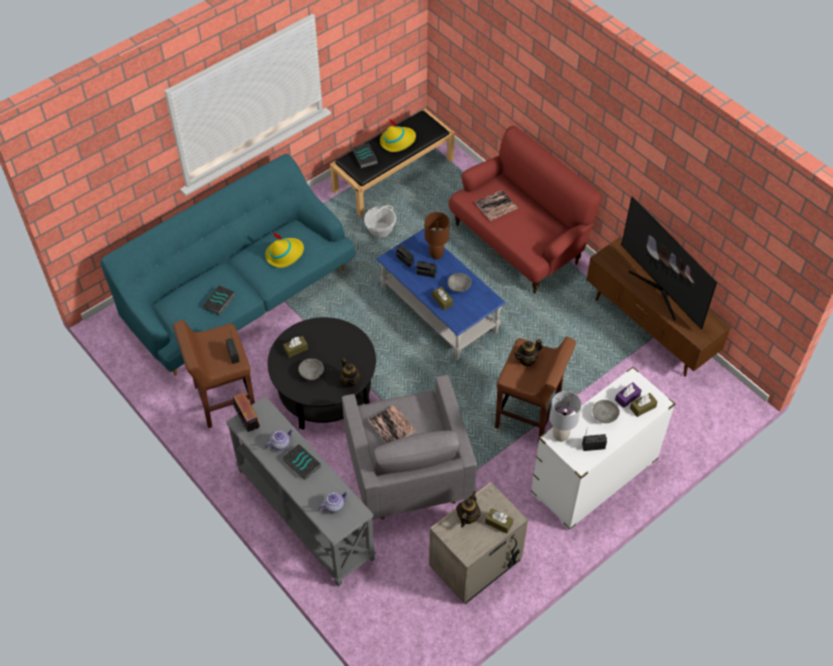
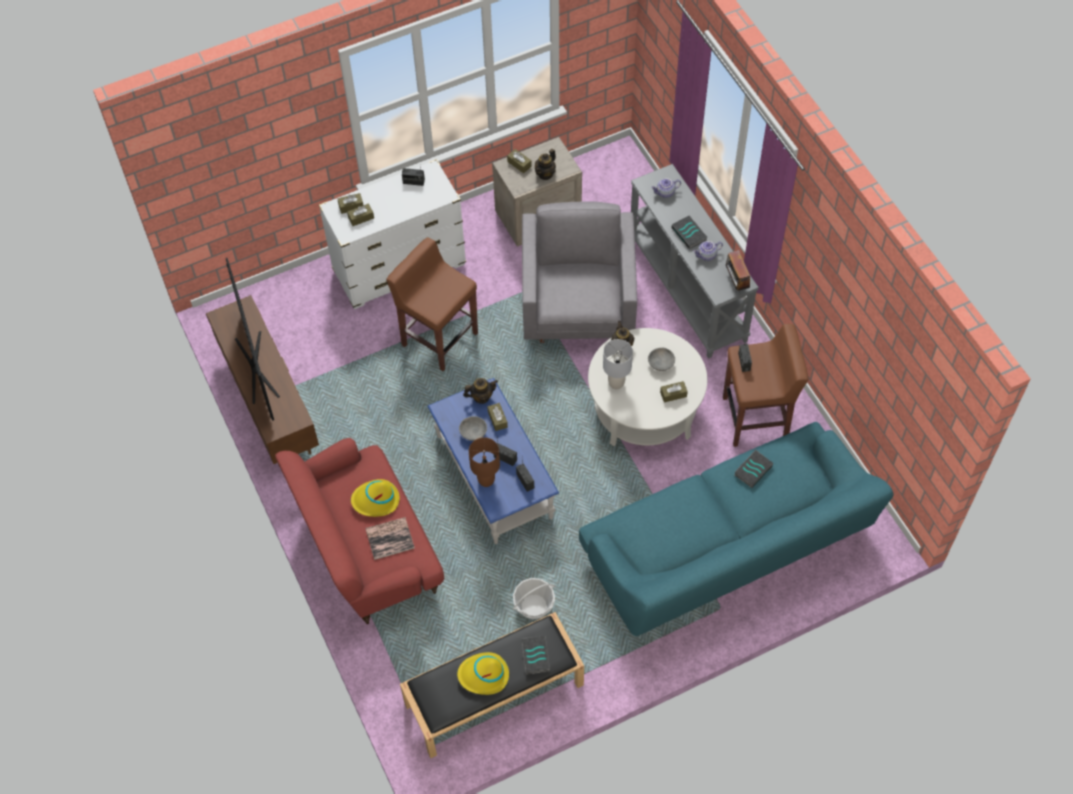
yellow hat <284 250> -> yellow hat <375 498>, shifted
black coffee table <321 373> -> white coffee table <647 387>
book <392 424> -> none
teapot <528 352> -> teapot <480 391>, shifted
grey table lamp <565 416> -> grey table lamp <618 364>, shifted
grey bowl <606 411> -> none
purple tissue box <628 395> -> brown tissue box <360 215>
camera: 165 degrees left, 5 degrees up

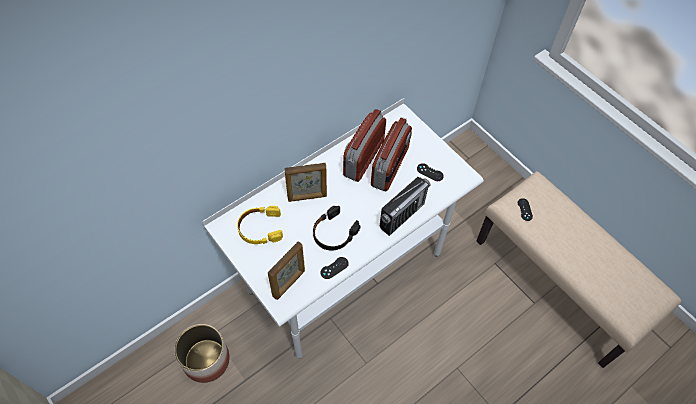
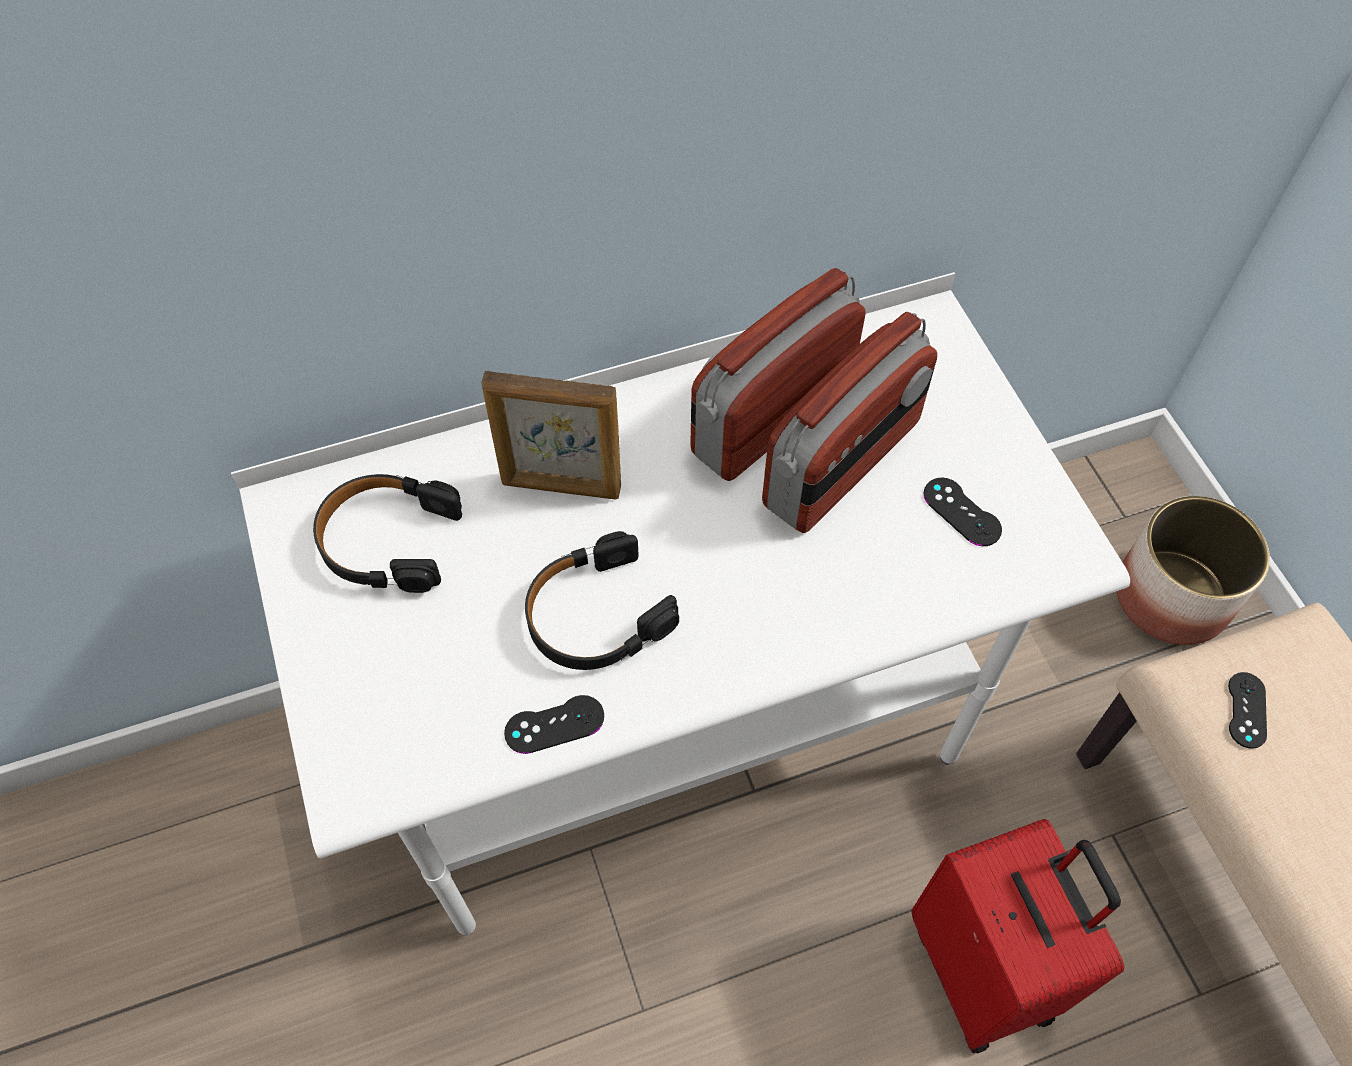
planter <202 353> -> planter <1193 570>, shifted
yellow headphones <260 225> -> black headphones <387 533>
picture frame <286 270> -> none
radio <405 206> -> none
none -> red suitcase <1018 936>
camera: 20 degrees right, 0 degrees up

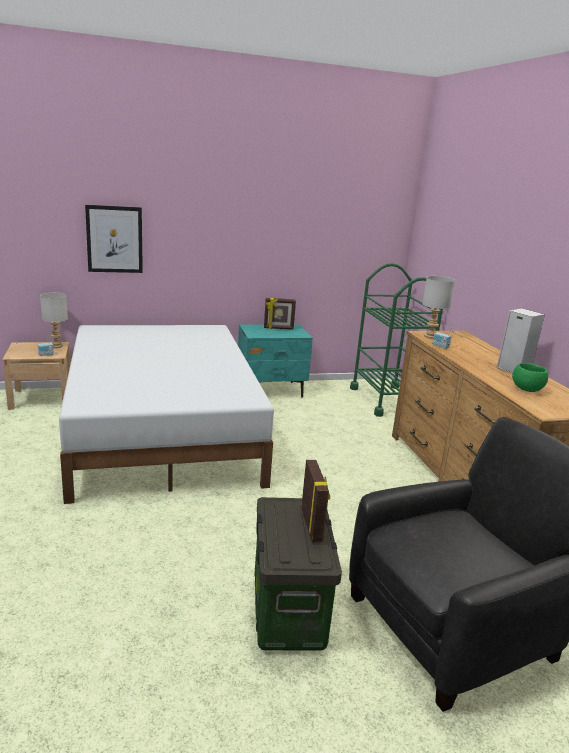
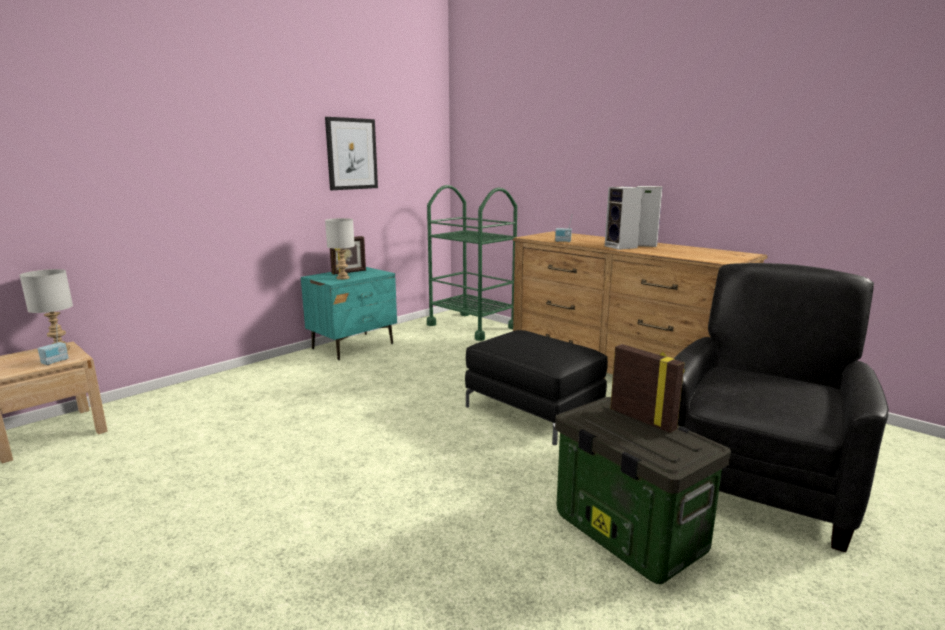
white bed <166 414> -> none
picture <114 239> -> picture <351 153>, shifted
grey table lamp <438 307> -> grey table lamp <340 249>, shifted
green bowl <530 377> -> none
none -> black ottoman <536 387>
none -> speaker <623 218>
camera: 30 degrees left, 5 degrees down

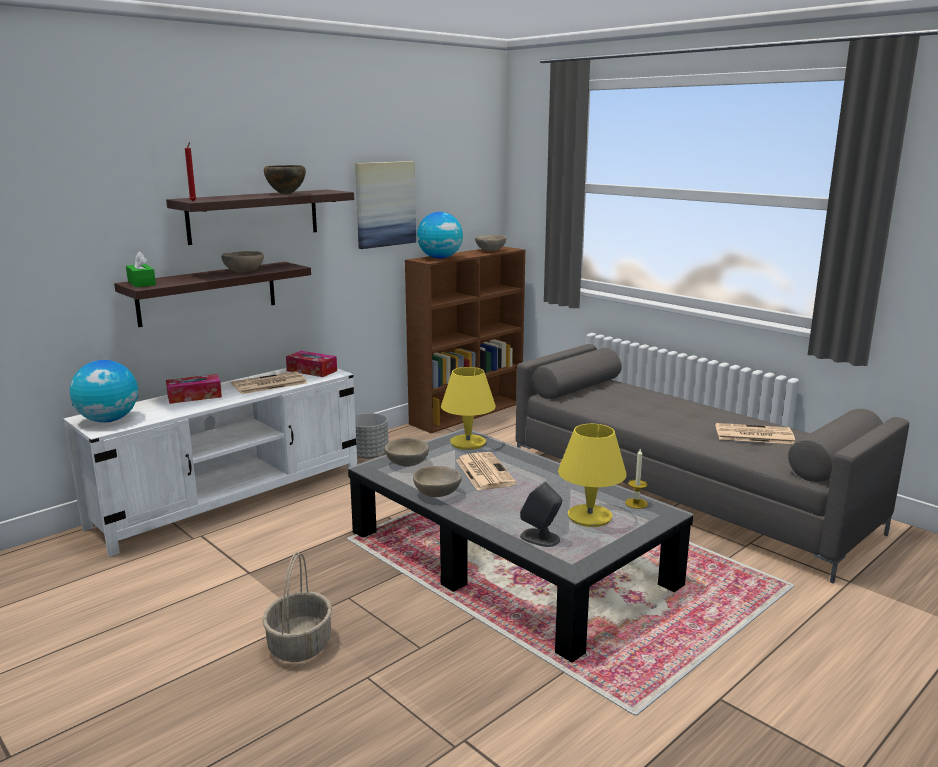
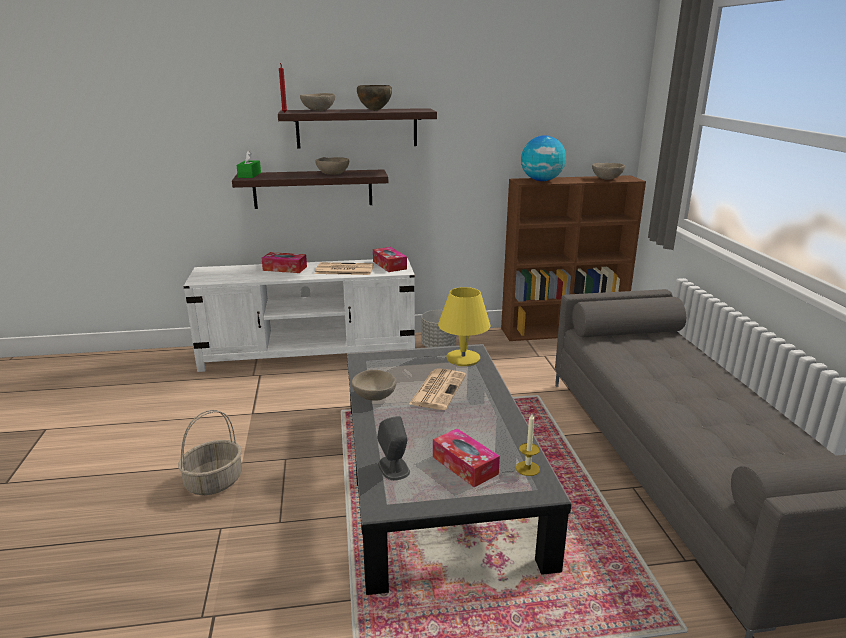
globe <104 391> -> none
picture <385 205> -> none
beige bowl <407 452> -> beige bowl <317 102>, shifted
yellow table lamp <592 475> -> tissue box <466 457>
newspaper <755 433> -> none
camera: 35 degrees right, 5 degrees up

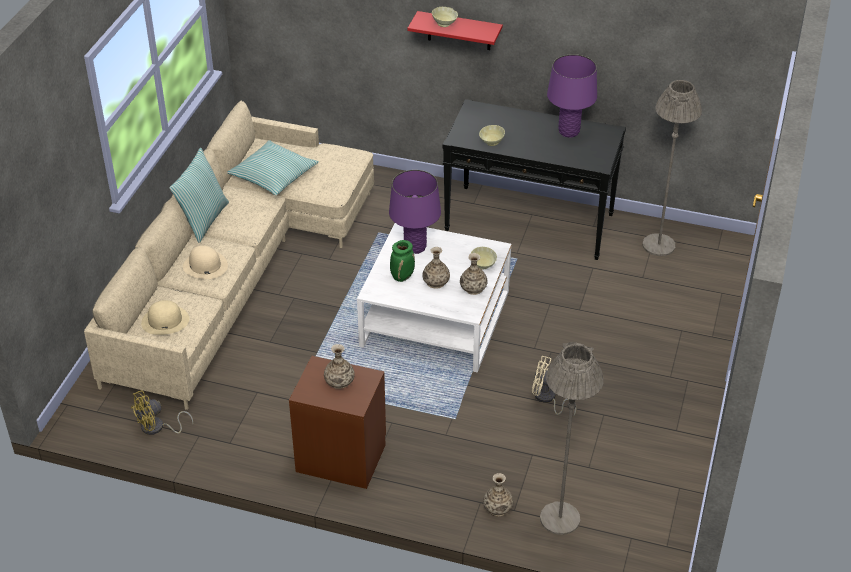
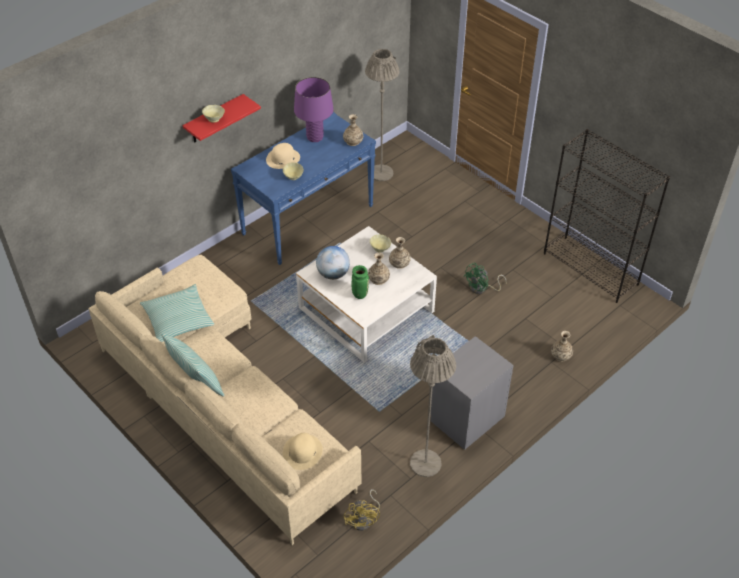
beige hat <205 262> -> beige hat <283 156>, shifted
brown nightstand <337 422> -> grey nightstand <472 393>
vase <339 366> -> vase <353 130>, shifted
purple table lamp <415 212> -> globe <333 263>
black console table <534 179> -> blue console table <303 188>
beige fan <554 386> -> green fan <484 278>
grey floor lamp <571 438> -> grey floor lamp <433 406>, shifted
none -> black bookcase <607 216>
camera: 60 degrees left, 5 degrees up

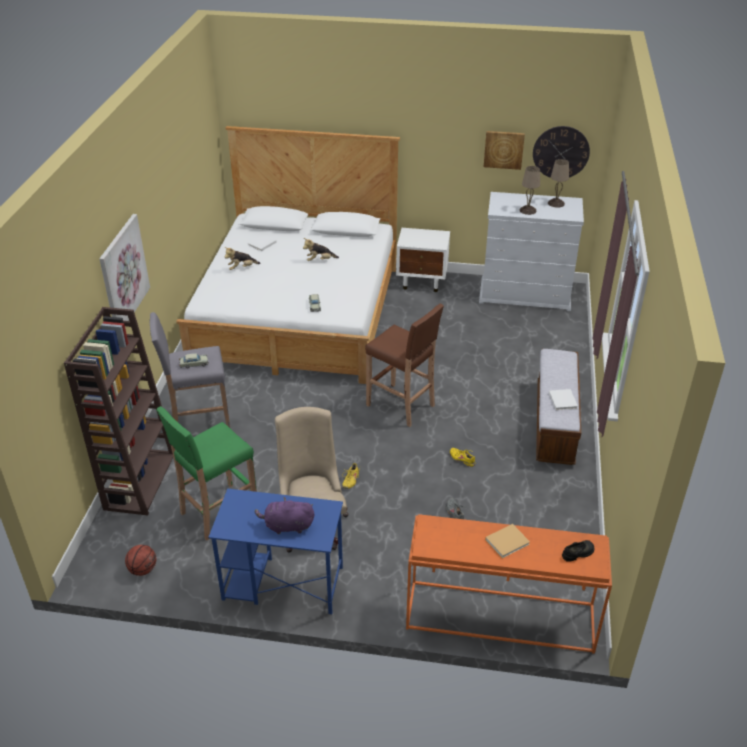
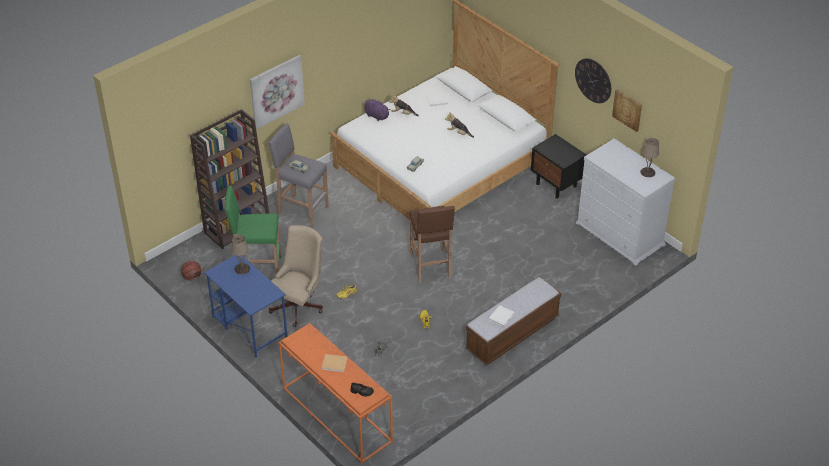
purple plush toy <284 515> -> purple plush toy <377 110>, shifted
white nightstand <423 260> -> black nightstand <558 166>
beige table lamp <530 190> -> beige table lamp <241 255>, shifted
wall clock <561 152> -> wall clock <593 80>, shifted
camera: 40 degrees right, 5 degrees up

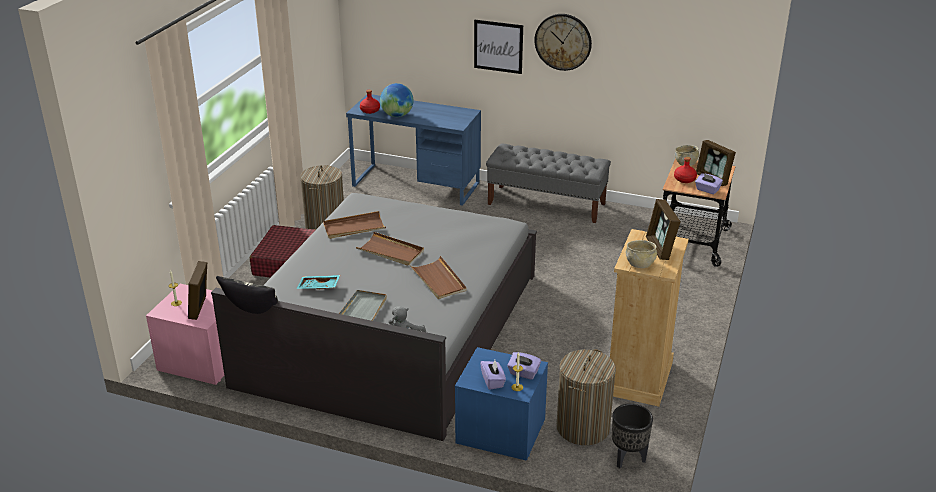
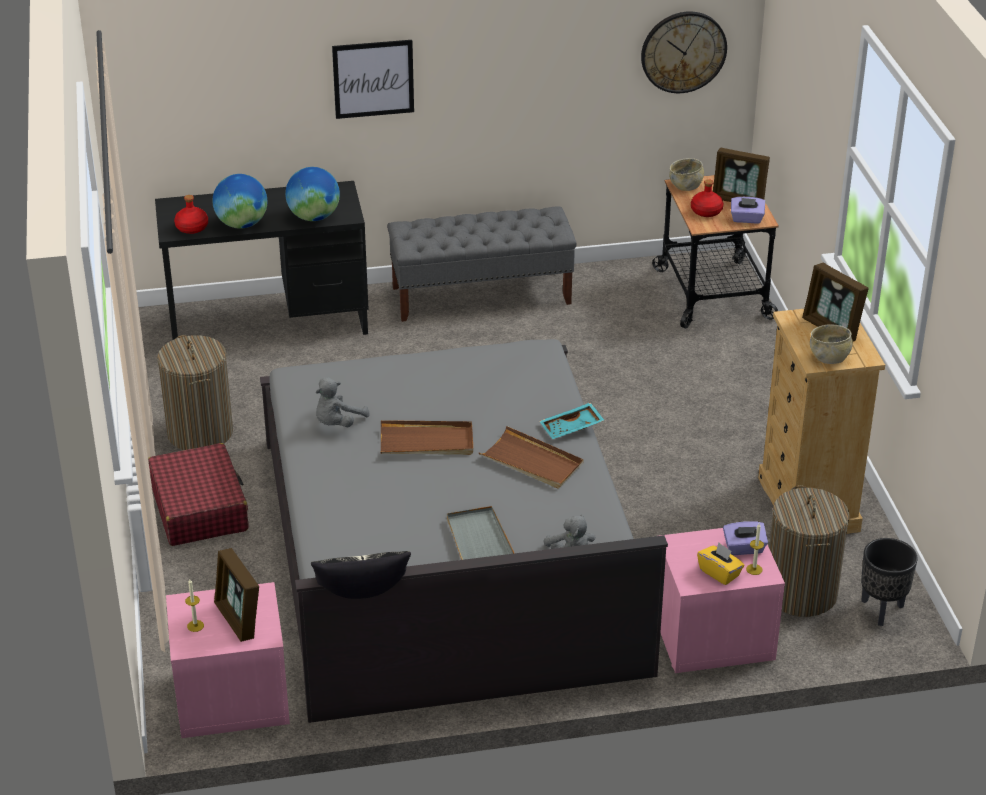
turquoise tray <318 282> -> turquoise tray <571 420>, shifted
brown tray <354 225> -> grey plush toy <342 402>
blue desk <413 150> -> black desk <262 260>
blue nightstand <501 404> -> pink nightstand <722 600>
purple tissue box <493 375> -> yellow tissue box <720 563>
wall clock <563 42> -> wall clock <684 52>, shifted
none -> globe <312 194>
camera: 30 degrees left, 5 degrees up

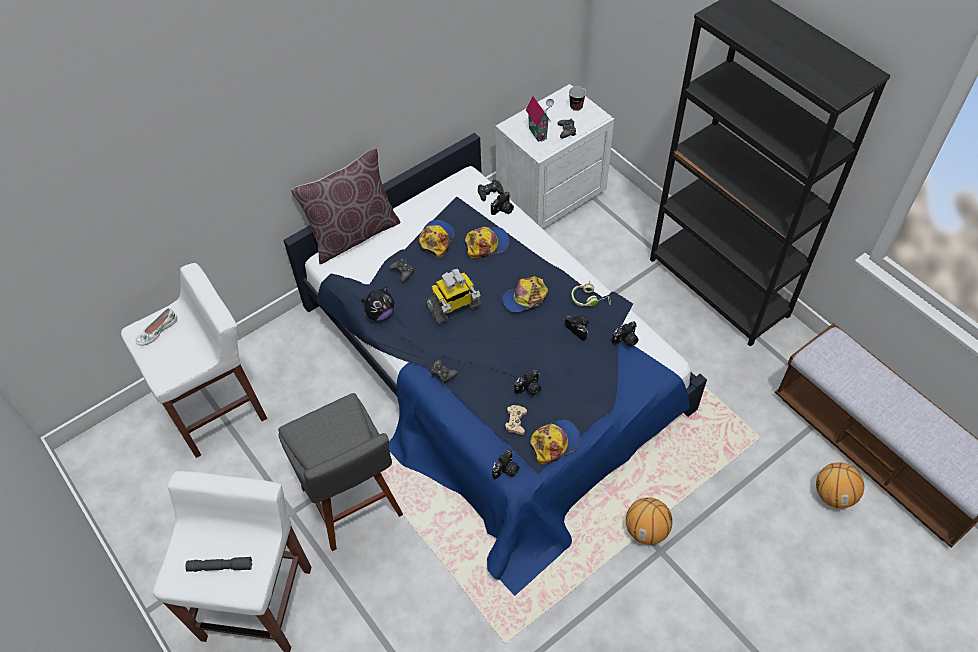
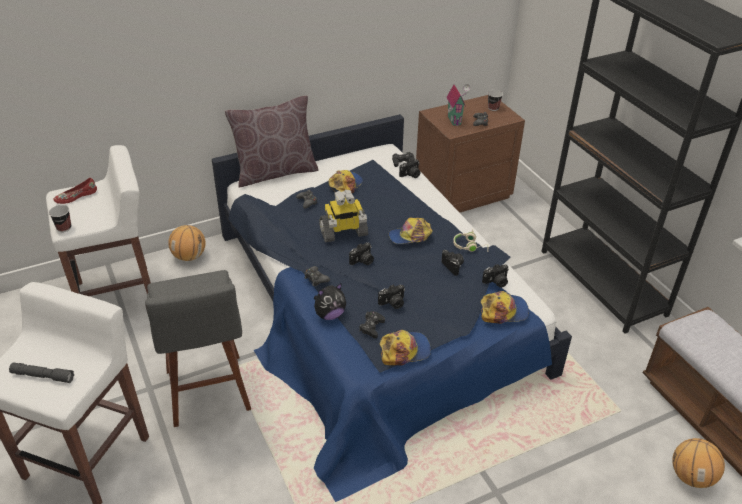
white shoe <156 327> -> red shoe <75 191>
plush toy <377 303> -> plush toy <330 301>, shifted
cap <487 242> -> cap <505 307>, shifted
photo camera <505 464> -> photo camera <361 253>, shifted
white nightstand <554 157> -> brown nightstand <470 154>
beige game controller <516 420> -> black game controller <372 325>
basketball <649 521> -> basketball <187 243>, shifted
none -> cup <60 218>
camera: 10 degrees right, 15 degrees down

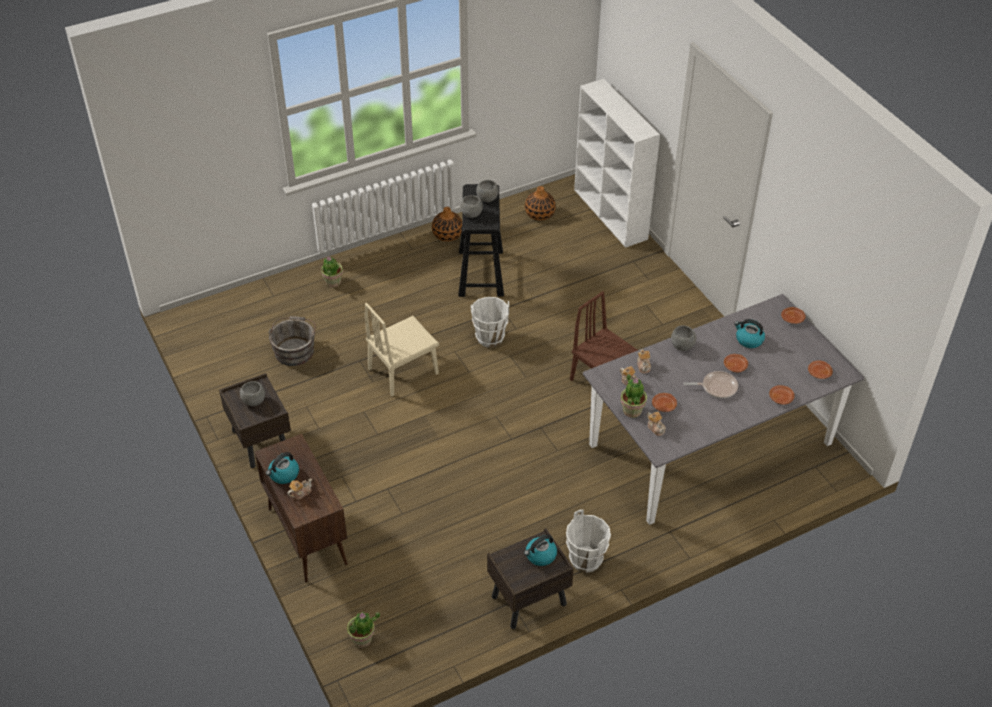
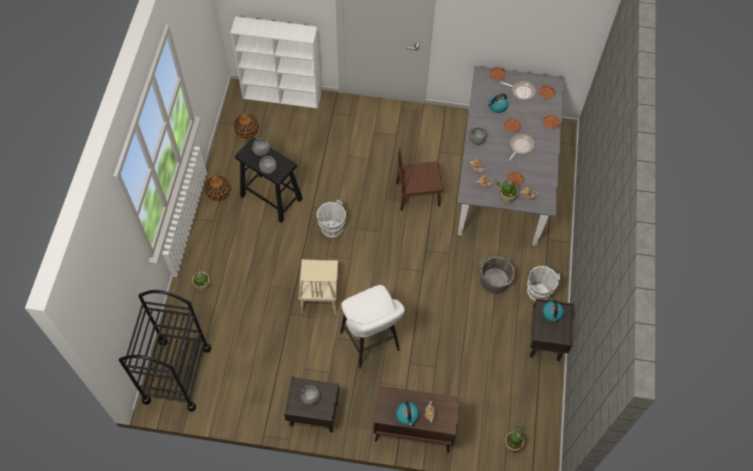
grey bucket <292 341> -> grey bucket <495 273>, shifted
none -> black cart <165 351>
none -> white stool <372 327>
none -> frying pan <518 90>
camera: 55 degrees left, 15 degrees up

